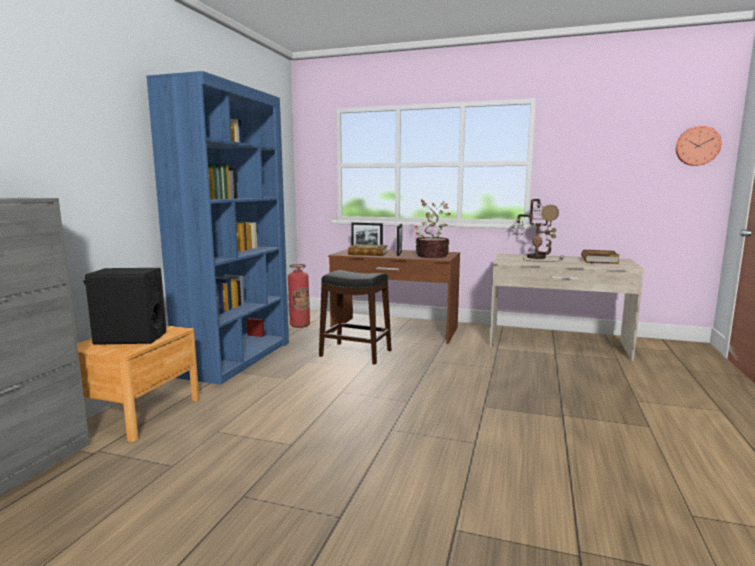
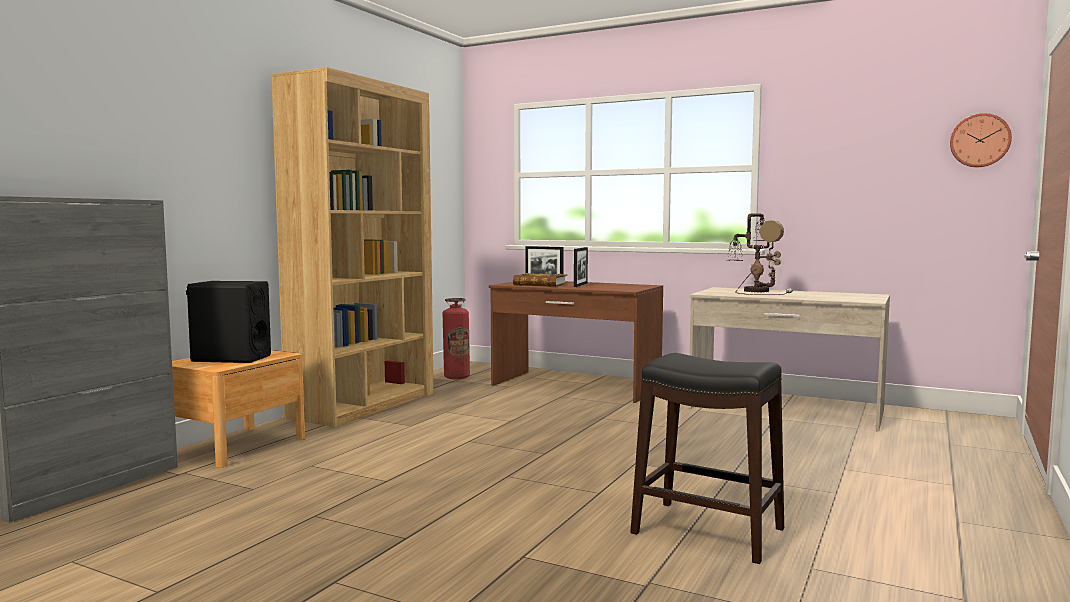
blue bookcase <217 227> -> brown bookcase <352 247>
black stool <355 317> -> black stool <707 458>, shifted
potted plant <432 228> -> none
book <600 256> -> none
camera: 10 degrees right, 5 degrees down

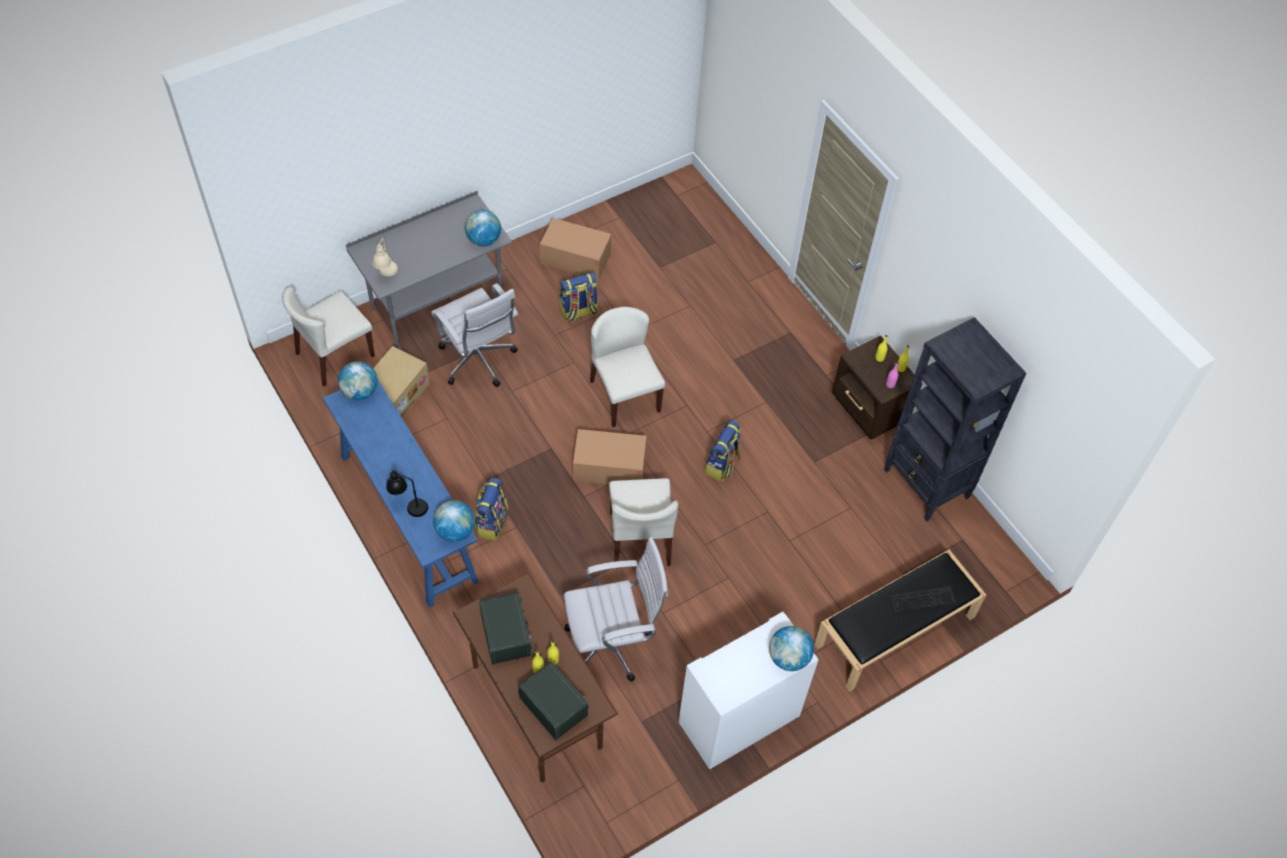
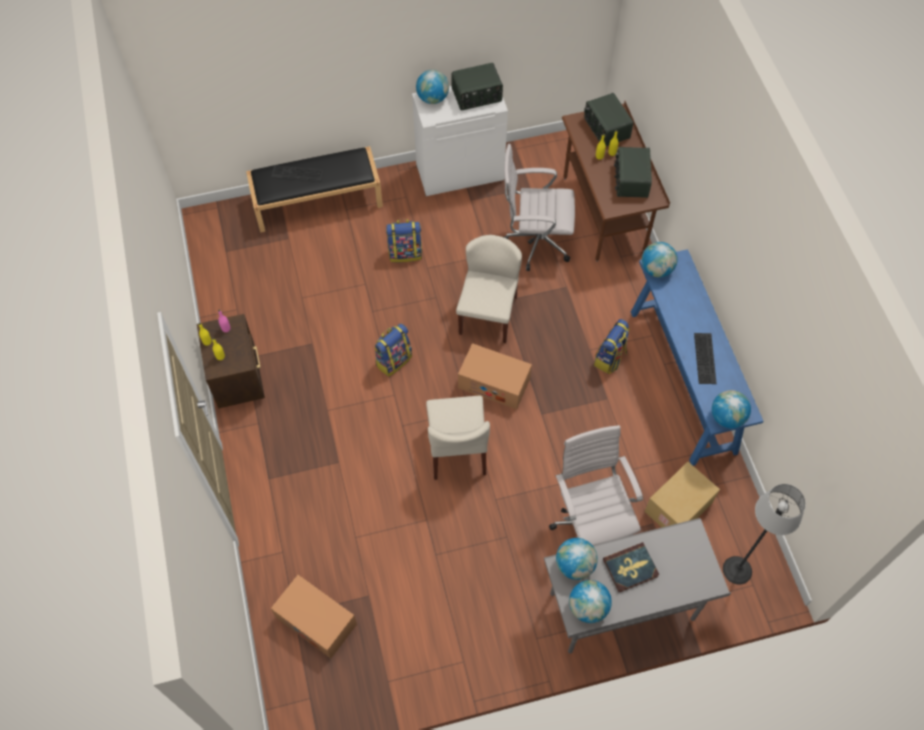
beige chair <328 336> -> floor lamp <764 534>
beige table lamp <385 257> -> none
black table lamp <407 493> -> none
cardboard box <575 249> -> cardboard box <314 616>, shifted
backpack <578 297> -> backpack <404 240>, shifted
black bookcase <955 419> -> none
none -> radio <477 86>
none -> globe <590 601>
none -> book <631 567>
none -> keyboard <705 358>
camera: 160 degrees left, 5 degrees up

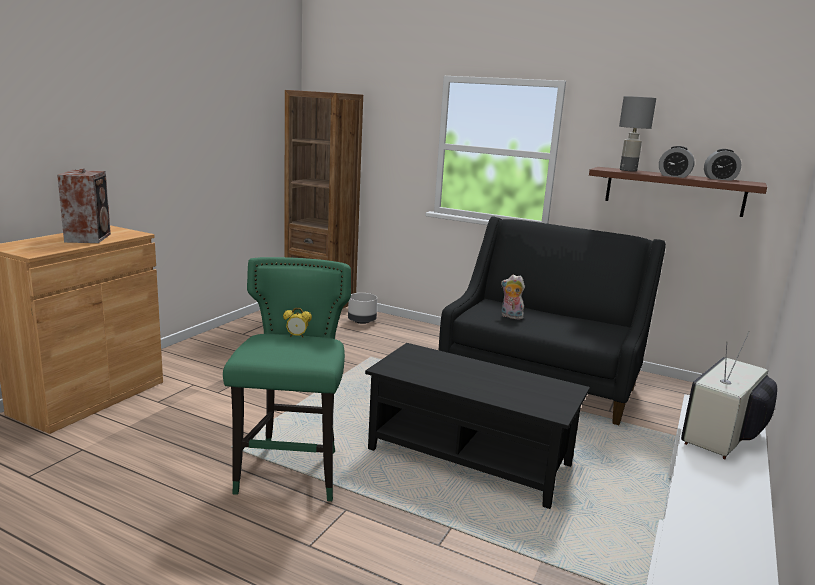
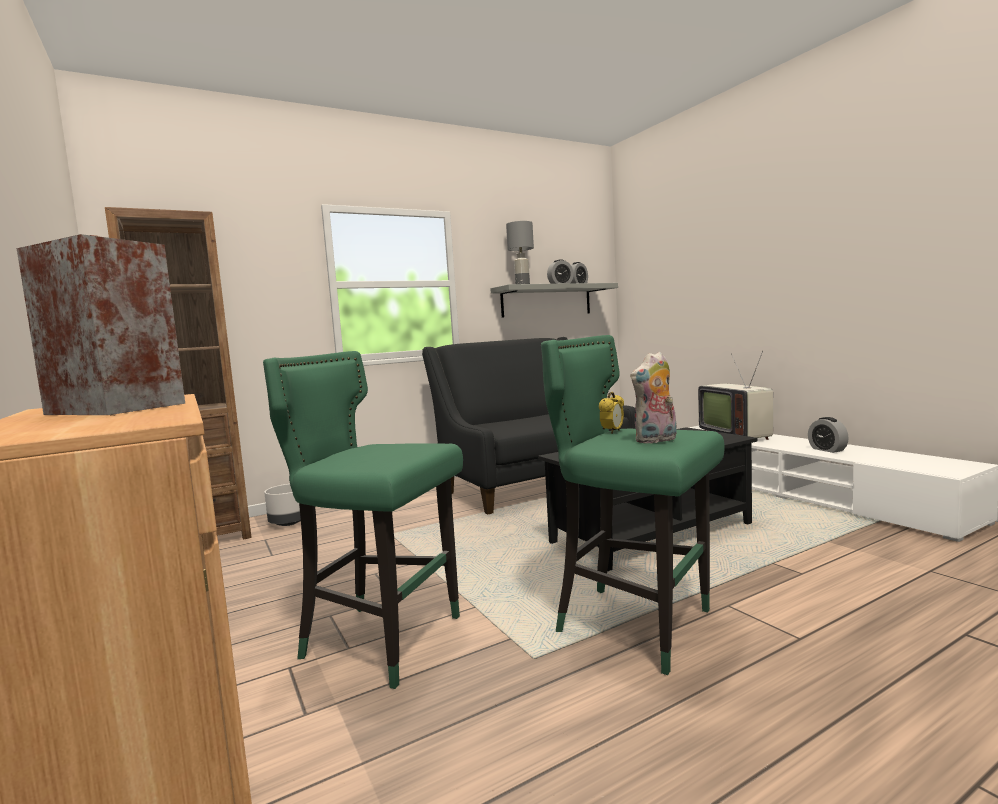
plush toy <513 297> -> plush toy <653 398>, shifted
brown shelf <678 192> -> grey shelf <554 300>
none -> green stool <363 520>
none -> alarm clock <828 435>
camera: 55 degrees left, 10 degrees down

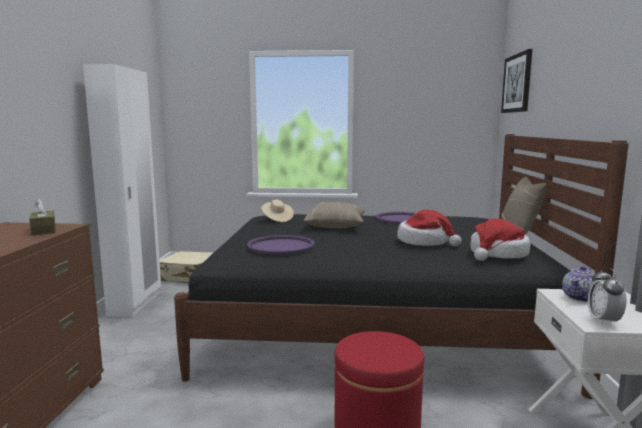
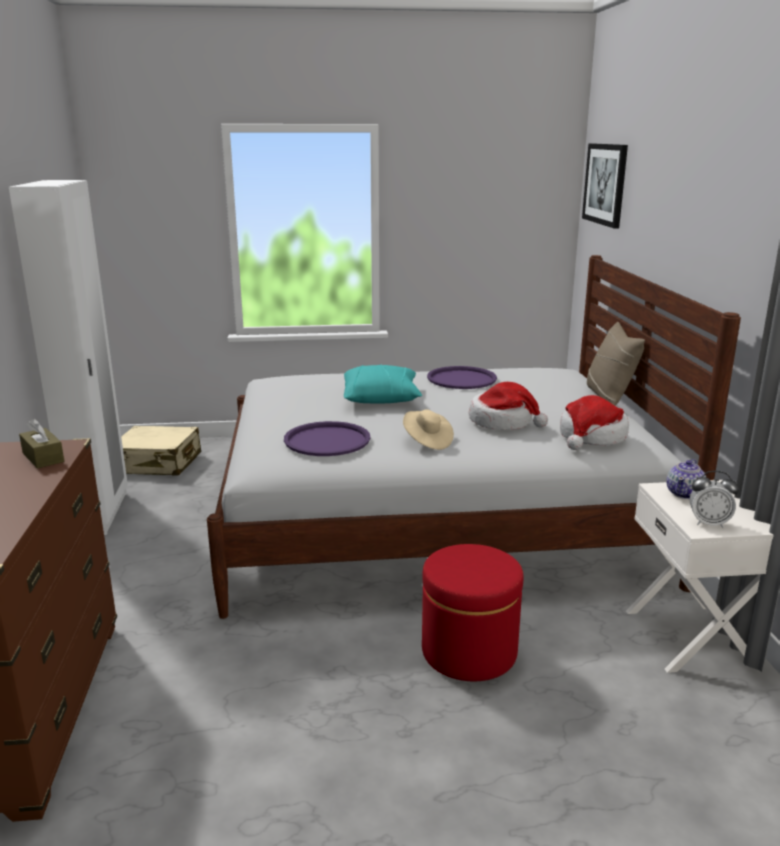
black bed <401 266> -> white bed <474 437>
beige hat <277 211> -> beige hat <428 429>, shifted
beige pillow <334 215> -> turquoise pillow <383 384>
alarm clock <607 296> -> alarm clock <714 499>, 75 degrees counterclockwise
camera: 10 degrees left, 10 degrees up

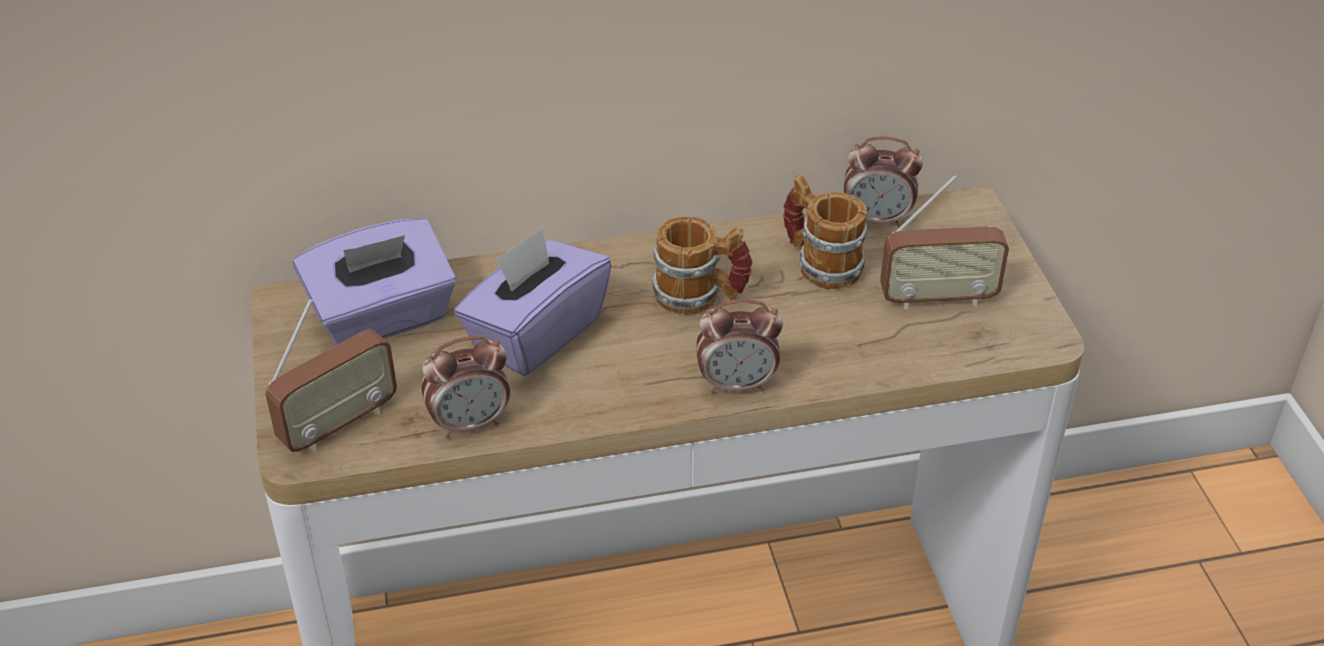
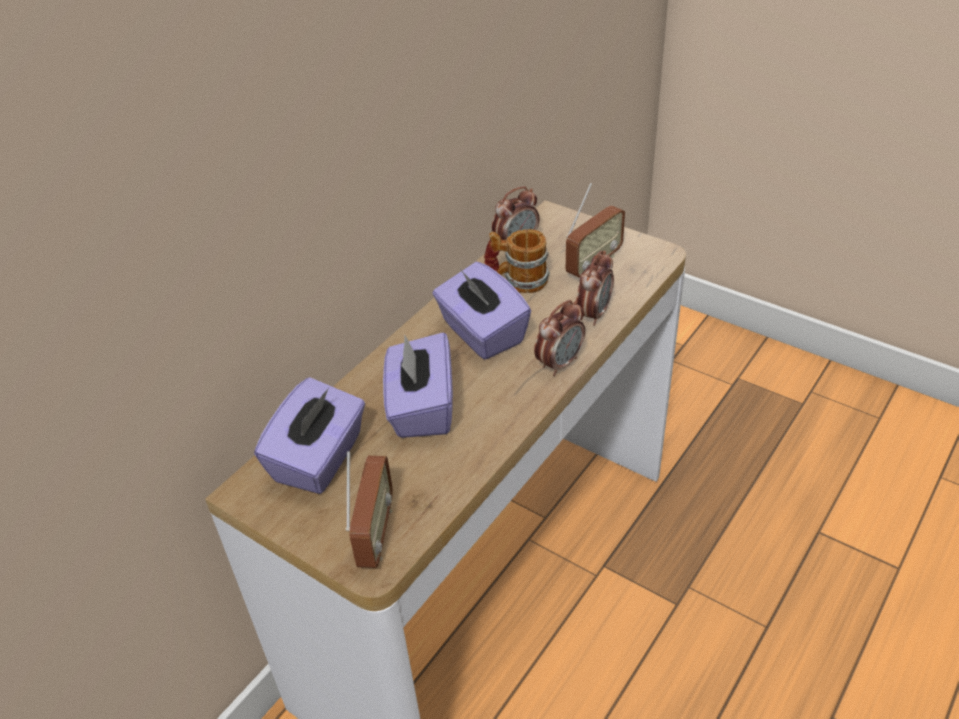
alarm clock <465 387> -> alarm clock <595 288>, shifted
mug <701 265> -> purple tissue box <482 311>
camera: 40 degrees left, 0 degrees up

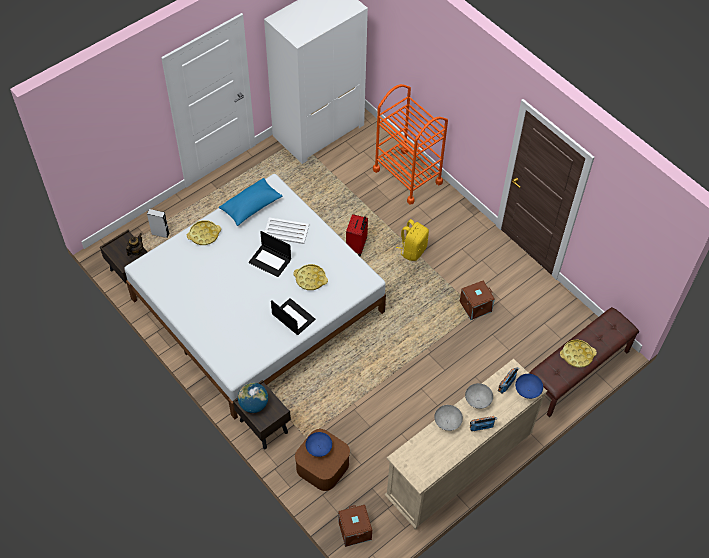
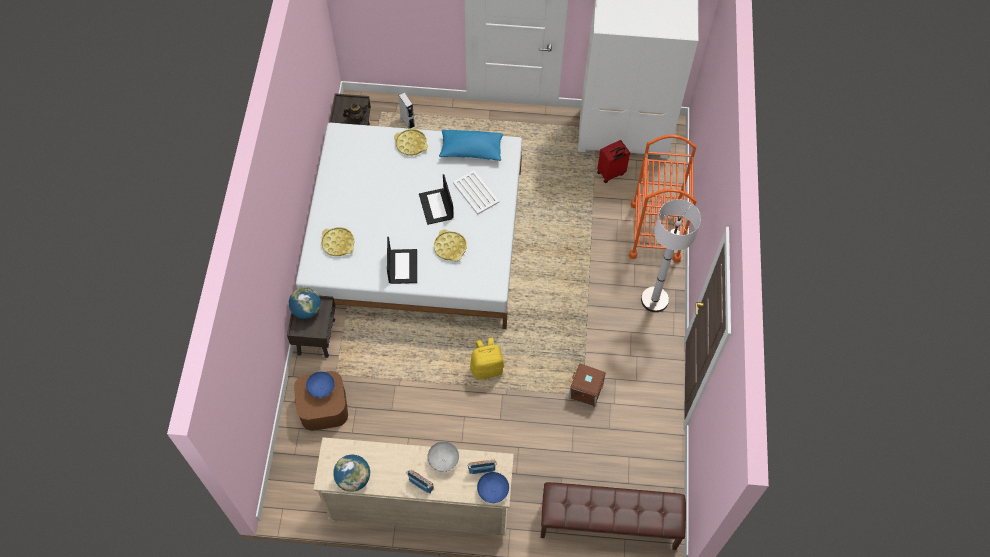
brown storage box <355 526> -> none
red suitcase <357 235> -> red suitcase <613 161>, shifted
yellow backpack <412 240> -> yellow backpack <487 359>, shifted
grey bowl <448 418> -> none
yellow tray <578 354> -> yellow tray <337 241>, shifted
none -> globe <351 473>
none -> white floor lamp <671 255>
camera: 45 degrees right, 5 degrees up

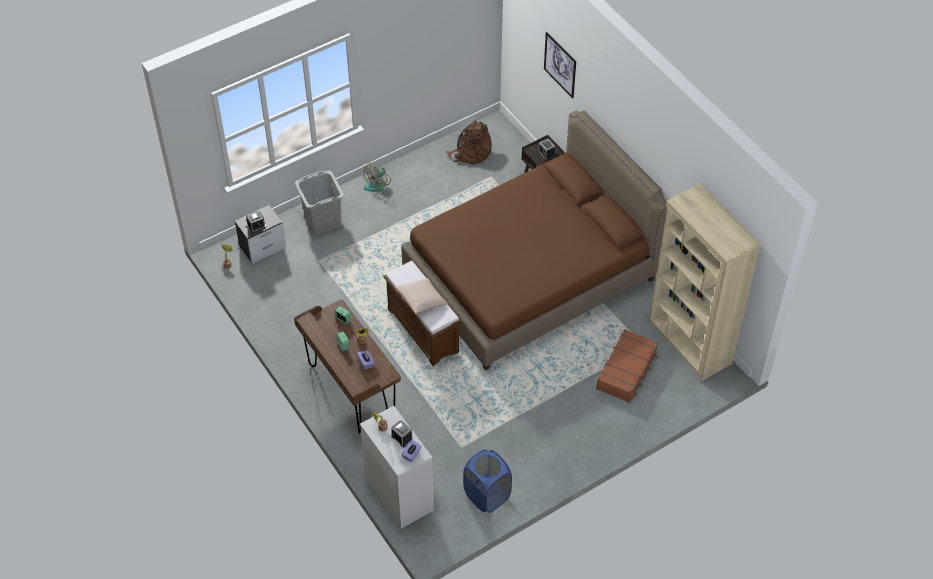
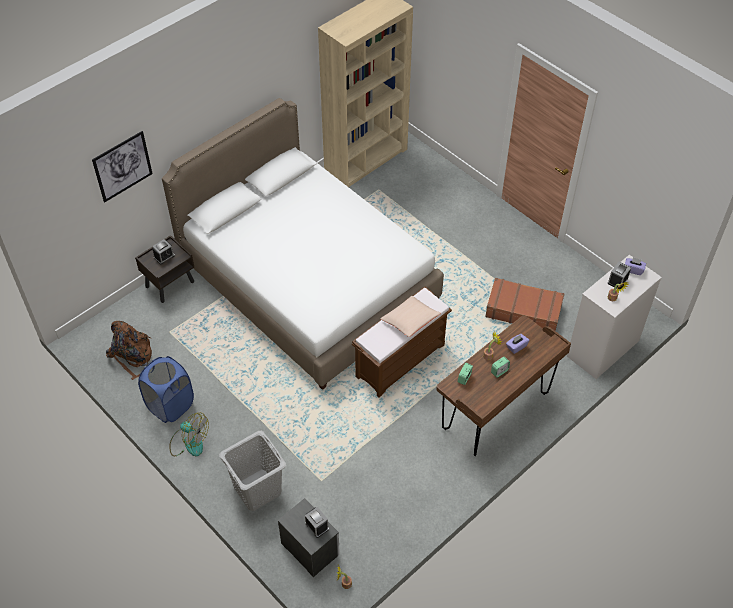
brown bed <534 240> -> white bed <303 244>
blue laundry basket <487 481> -> blue laundry basket <166 389>, shifted
brown suitcase <627 366> -> brown suitcase <524 304>, shifted
camera: 100 degrees left, 0 degrees up

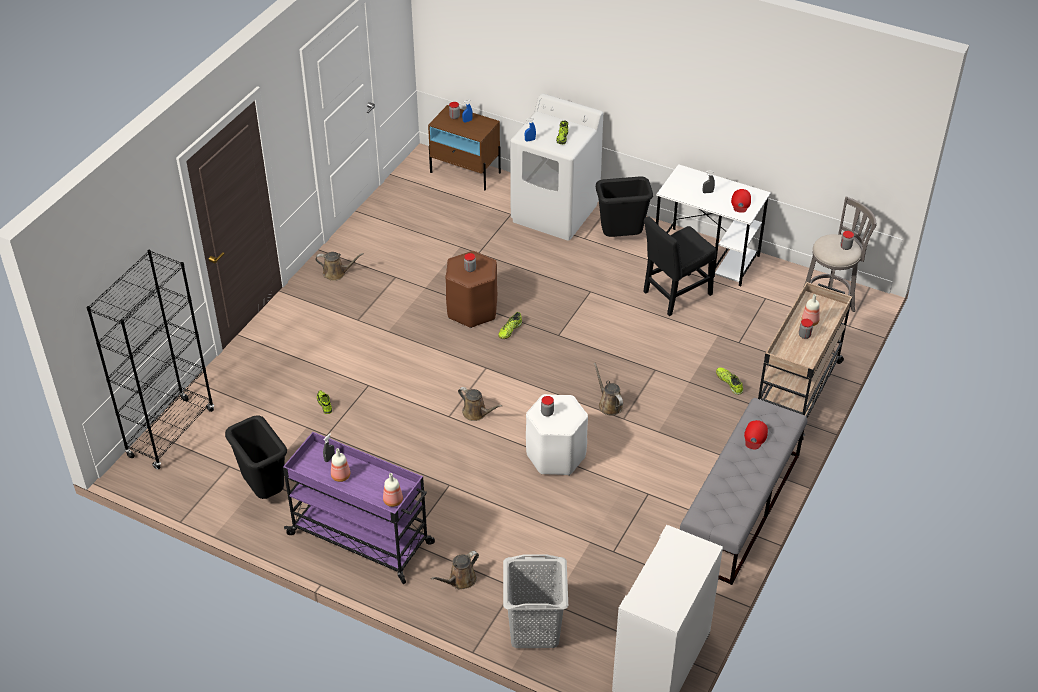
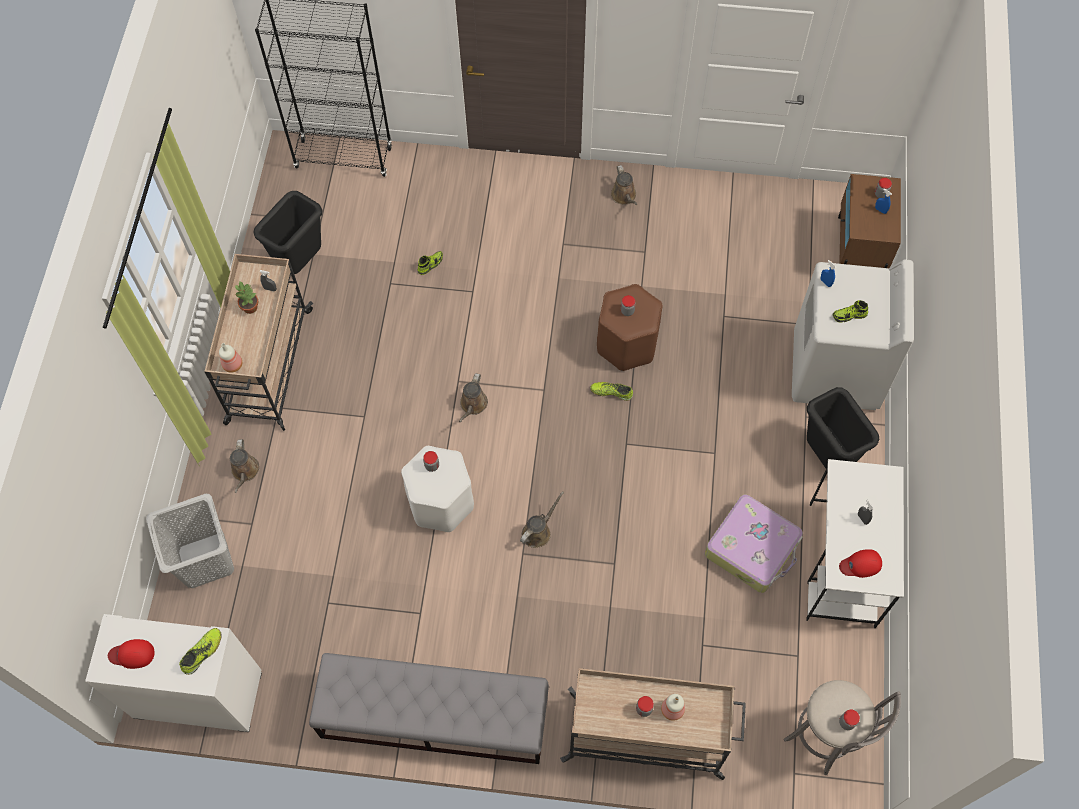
purple cart <359 508> -> beige cart <258 342>
bottle <340 465> -> potted plant <246 297>
brown watering can <455 570> -> brown watering can <244 466>, 120 degrees counterclockwise
black chair <679 266> -> suitcase <754 543>
shoe <729 381> -> shoe <200 651>, shifted
red cap <756 434> -> red cap <131 654>, shifted
camera: 70 degrees right, 20 degrees up

